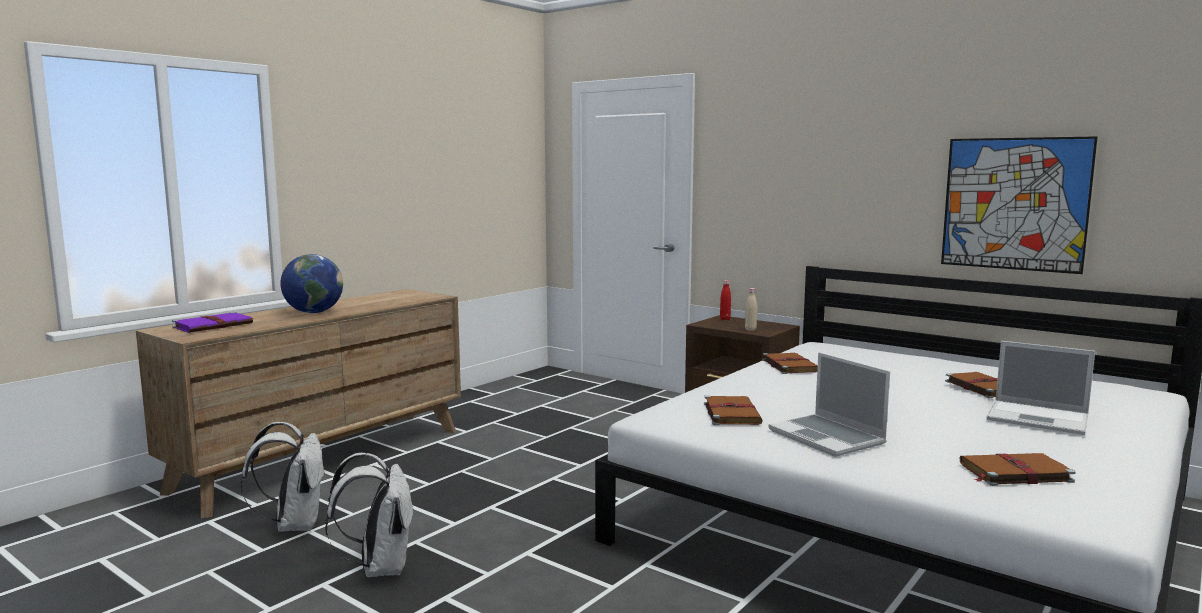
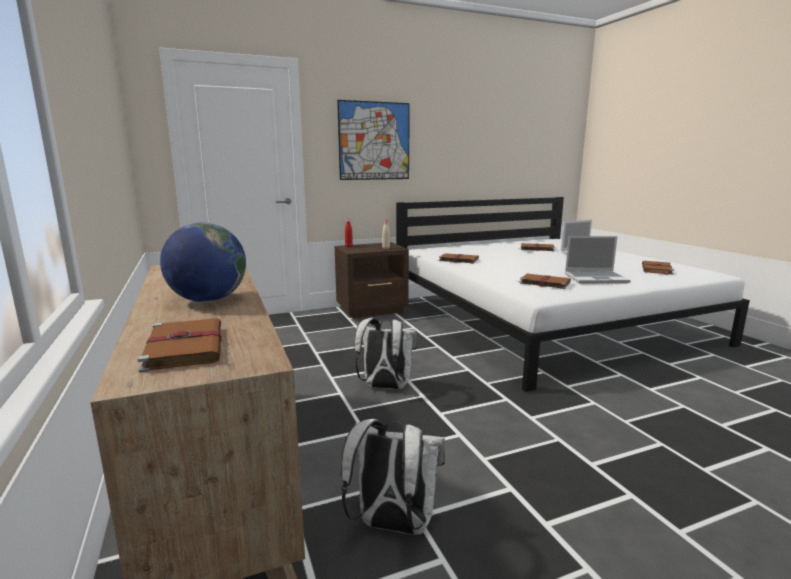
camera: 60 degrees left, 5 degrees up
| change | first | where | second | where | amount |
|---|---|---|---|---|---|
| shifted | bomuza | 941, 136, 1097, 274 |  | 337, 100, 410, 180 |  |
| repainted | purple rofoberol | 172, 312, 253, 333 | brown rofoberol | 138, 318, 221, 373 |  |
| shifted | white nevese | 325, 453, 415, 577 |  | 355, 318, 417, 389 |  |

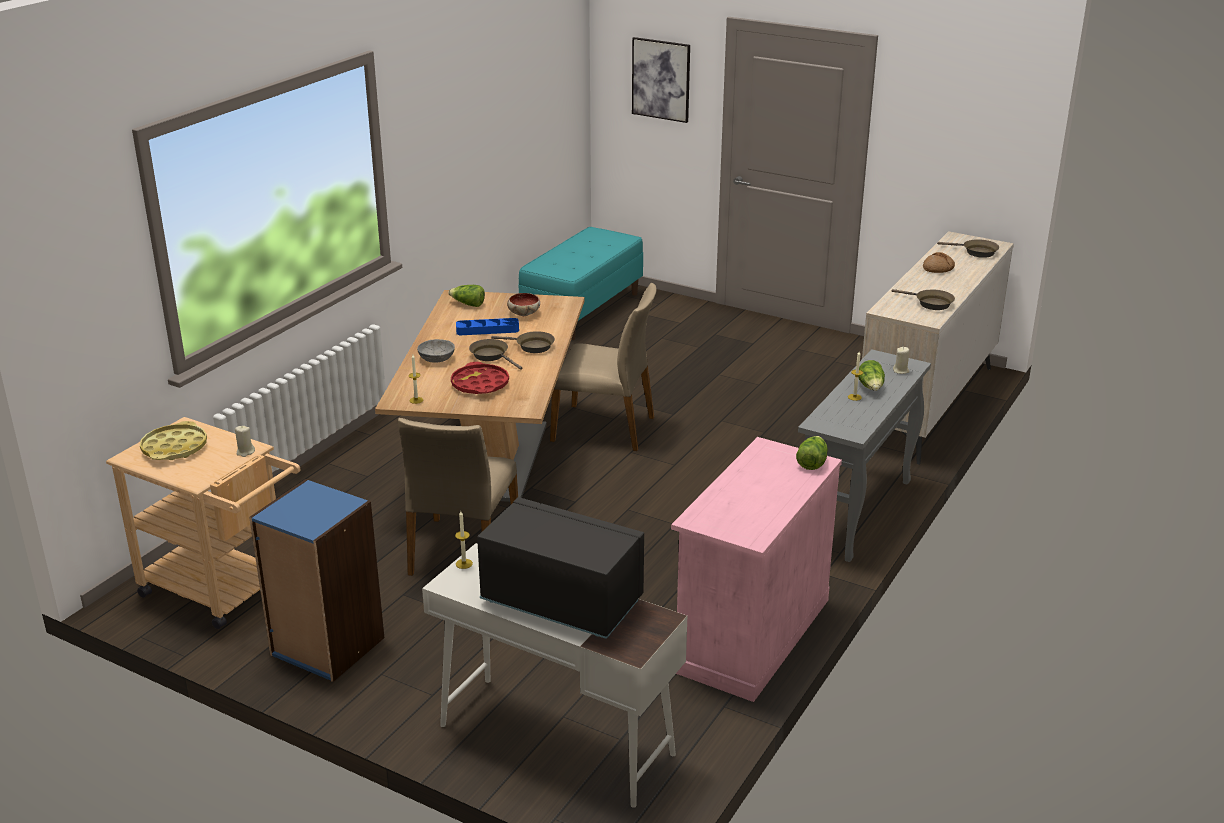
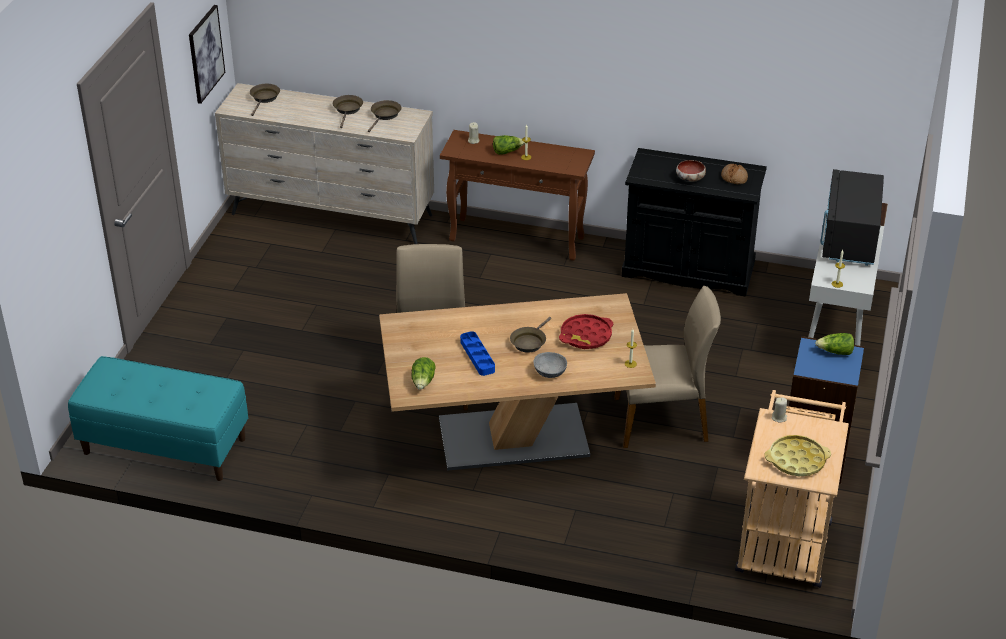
camera: 105 degrees left, 10 degrees up
| change | first | where | second | where | amount |
|---|---|---|---|---|---|
| shifted | bomuza | 632, 37, 690, 123 |  | 189, 5, 225, 104 |  |
| shifted | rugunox | 923, 252, 955, 273 |  | 721, 164, 748, 184 |  |
| shifted | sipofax | 507, 293, 540, 316 |  | 676, 160, 706, 182 |  |
| shifted | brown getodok | 491, 331, 555, 353 |  | 333, 95, 363, 128 |  |
| repainted | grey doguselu | 798, 349, 931, 562 | brown doguselu | 440, 130, 595, 261 |  |
| shifted | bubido | 796, 436, 828, 470 |  | 815, 333, 854, 355 |  |
| repainted | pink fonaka | 671, 437, 842, 702 | black fonaka | 622, 148, 767, 297 |  |

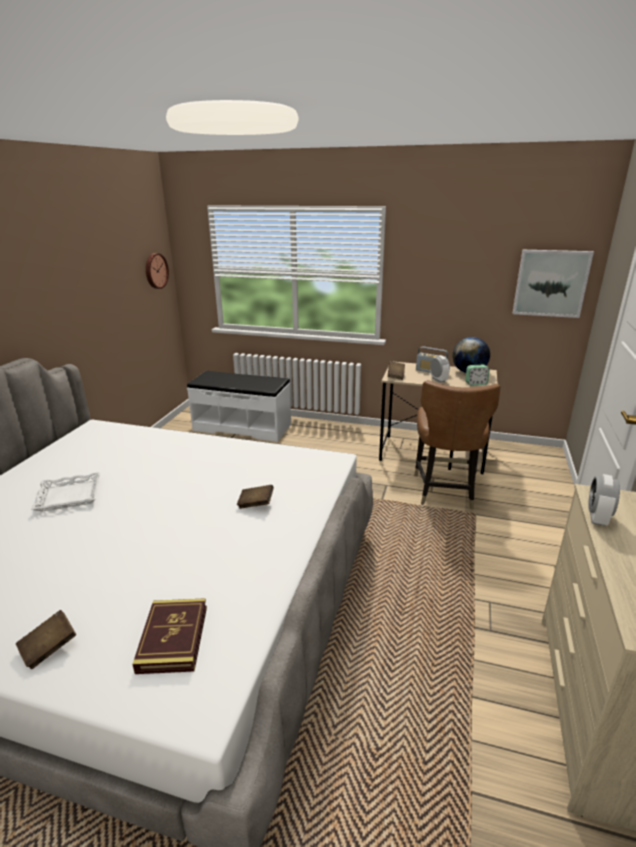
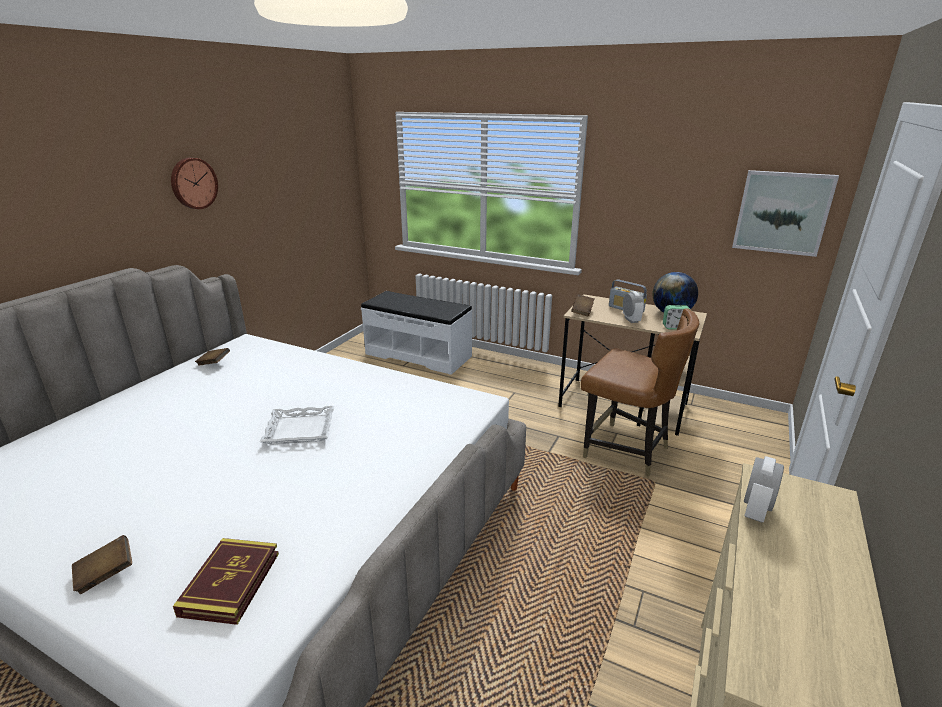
camera: 10 degrees right, 0 degrees up
| change | first | where | second | where | amount |
|---|---|---|---|---|---|
| shifted | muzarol | 146, 253, 169, 289 |  | 171, 158, 218, 209 |  |
| rotated | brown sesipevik | 415, 380, 501, 510 |  | 581, 308, 699, 477 | 75 degrees counterclockwise |
| shifted | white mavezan | 31, 472, 101, 511 |  | 260, 406, 334, 445 |  |
| shifted | brown rofoberol | 237, 485, 274, 509 |  | 195, 348, 230, 366 |  |

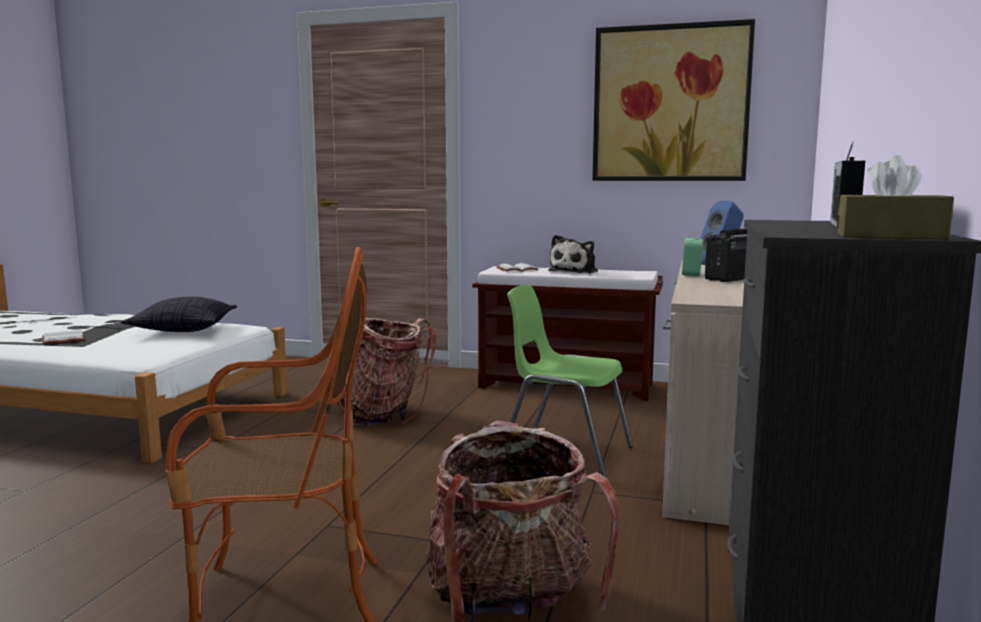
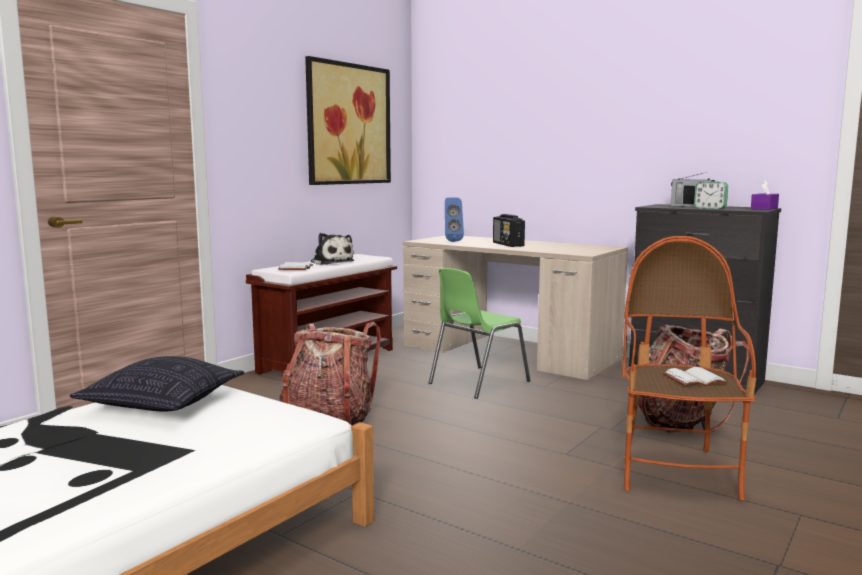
camera: 70 degrees left, 0 degrees up
| change | first | where | second | where | amount |
|---|---|---|---|---|---|
| repainted | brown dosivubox | 837, 155, 954, 240 | purple dosivubox | 751, 180, 779, 210 |  |
| shifted | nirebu | 682, 238, 703, 276 |  | 694, 181, 728, 209 |  |
| shifted | white rofoberol | 42, 330, 85, 344 |  | 663, 367, 728, 386 |  |

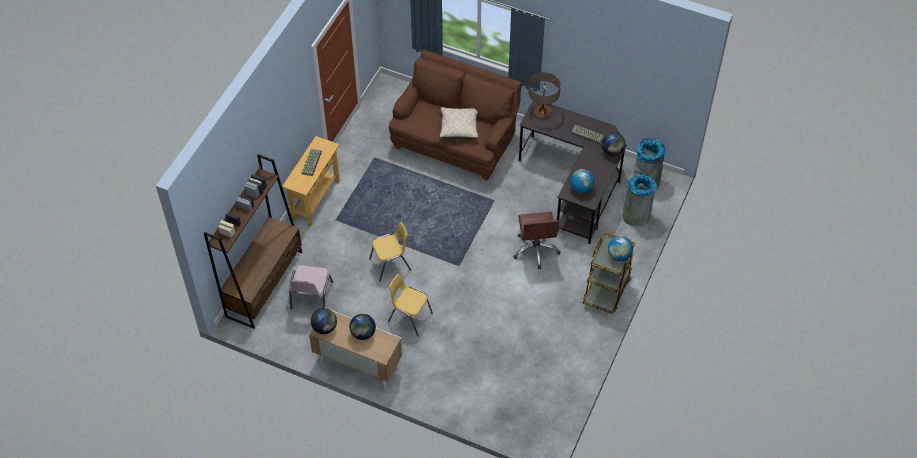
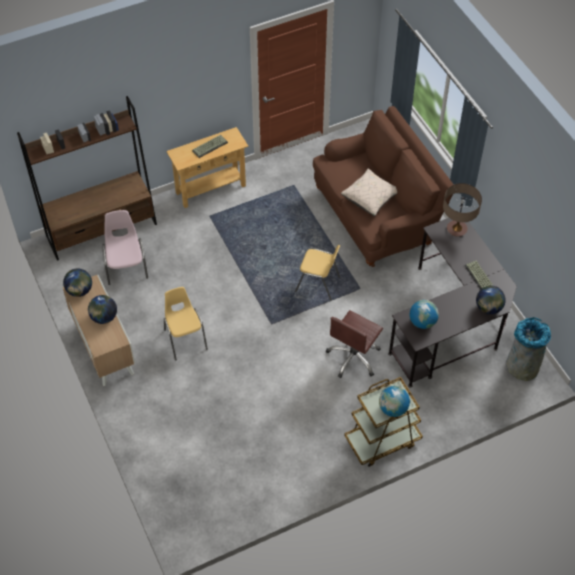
camera: 40 degrees right, 0 degrees up
| change | first | where | second | where | amount |
|---|---|---|---|---|---|
| gone | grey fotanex | 622, 175, 658, 226 |  |  |  |
| shifted | yellow sesipevik | 369, 222, 411, 282 |  | 295, 245, 340, 300 |  |
| rotated | pink sesipevik | 289, 265, 333, 310 |  | 102, 210, 148, 285 | 120 degrees clockwise |

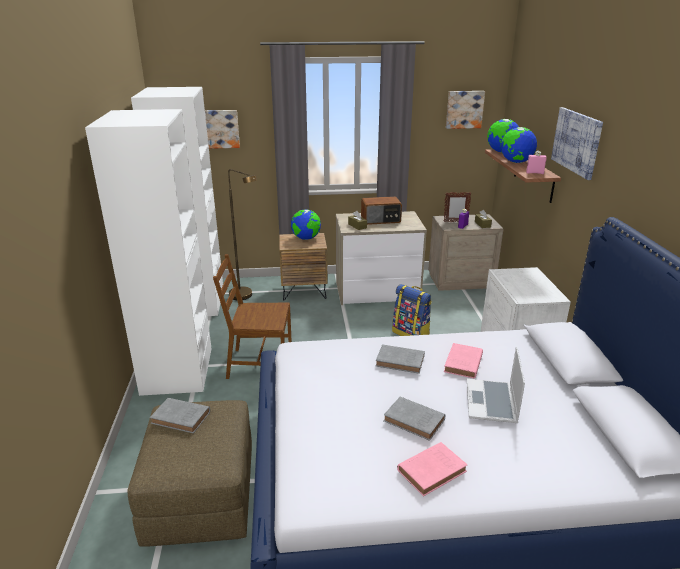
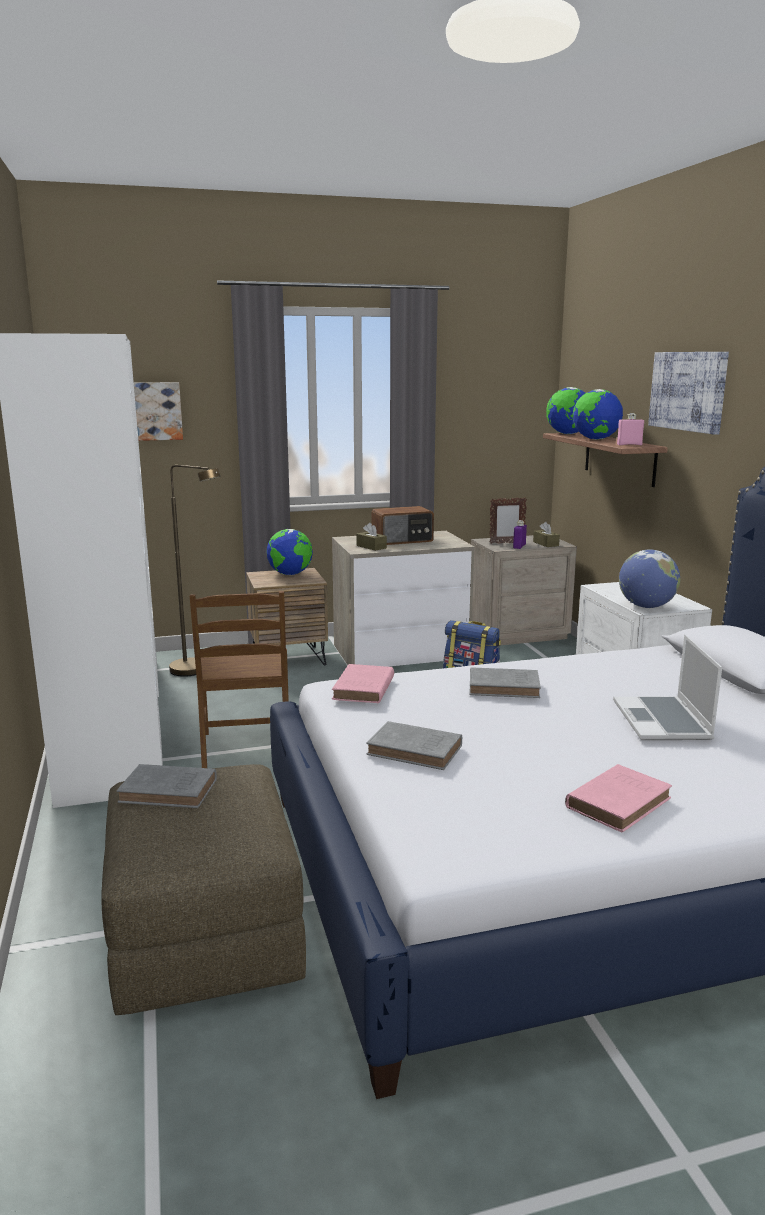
camera: 10 degrees left, 10 degrees down
| change | first | where | second | where | amount |
|---|---|---|---|---|---|
| gone | bomuza | 446, 91, 485, 129 |  |  |  |
| rotated | brown sesipevik | 213, 254, 292, 379 |  | 190, 591, 289, 768 | 90 degrees counterclockwise |
| shifted | pink rofoberol | 444, 343, 483, 379 |  | 332, 664, 394, 703 |  |
| shifted | grey rofoberol | 383, 397, 446, 441 |  | 366, 721, 462, 770 |  |
| new |  |  | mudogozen | 619, 550, 680, 608 |  |

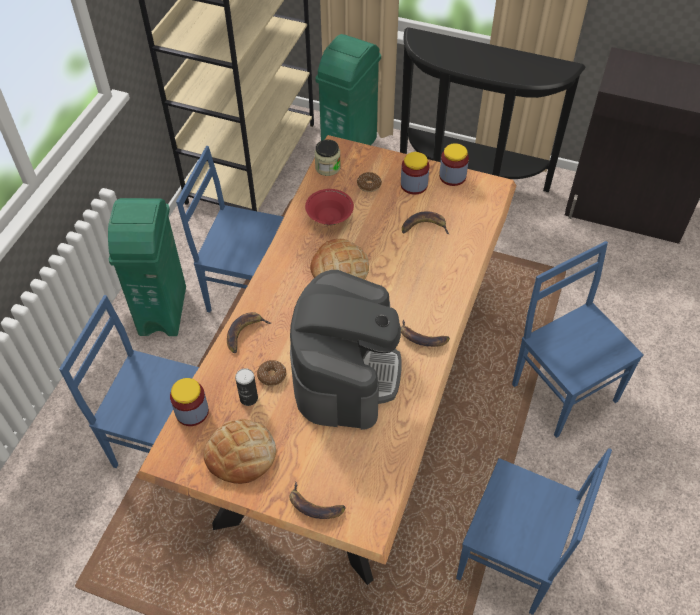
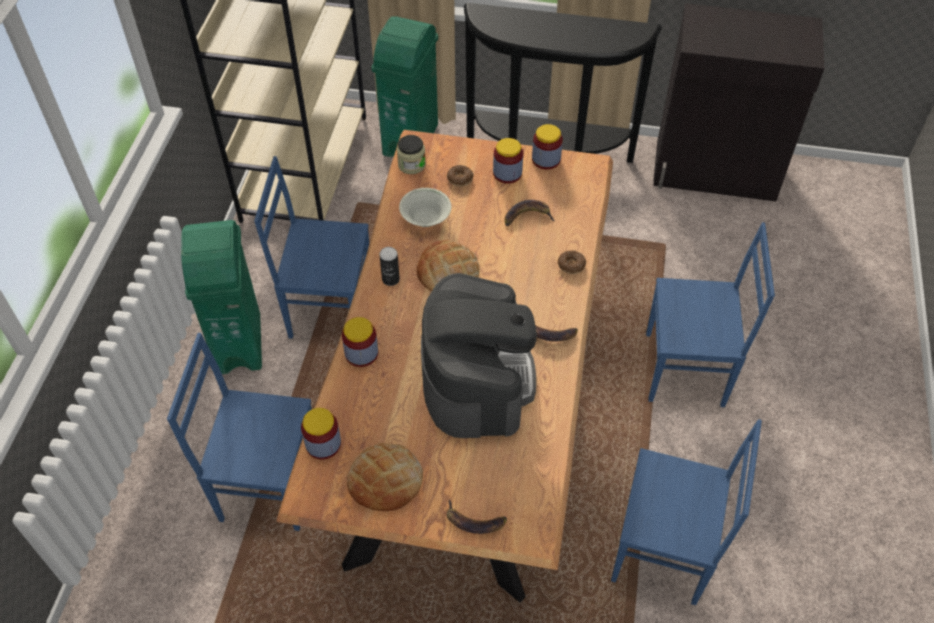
camera: 10 degrees left, 0 degrees up
| change | first | where | second | where | amount |
|---|---|---|---|---|---|
| repainted | red sipofax | 305, 189, 354, 225 | white sipofax | 399, 188, 451, 227 |  |
| rotated | blue sesipevik | 512, 241, 644, 438 |  | 646, 222, 775, 407 | 135 degrees clockwise |
| swapped | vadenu | 227, 312, 271, 353 | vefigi | 342, 317, 378, 367 |  |
| shifted | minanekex | 257, 360, 286, 386 |  | 558, 250, 586, 274 |  |
| shifted | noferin | 235, 368, 258, 406 |  | 379, 247, 400, 286 |  |

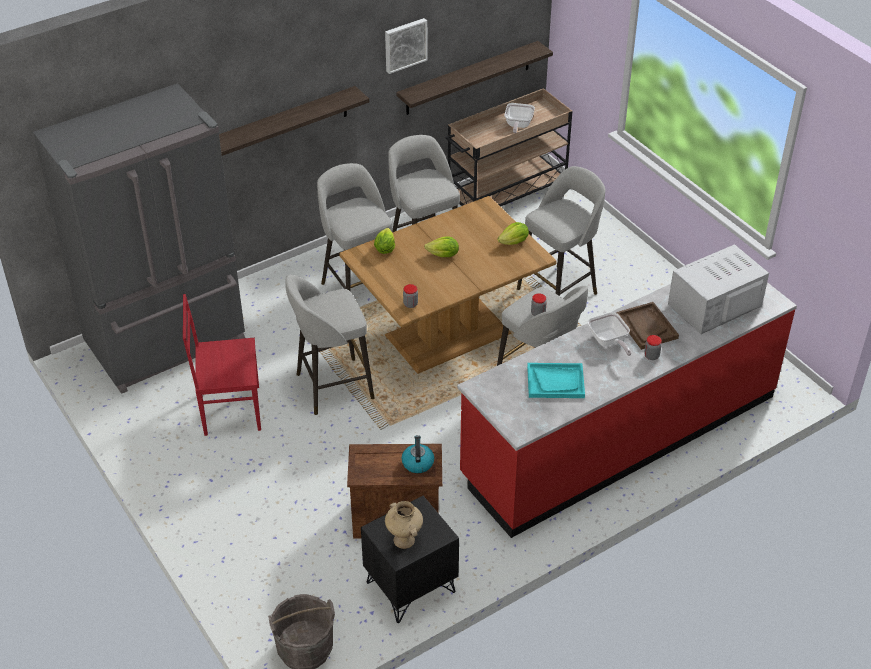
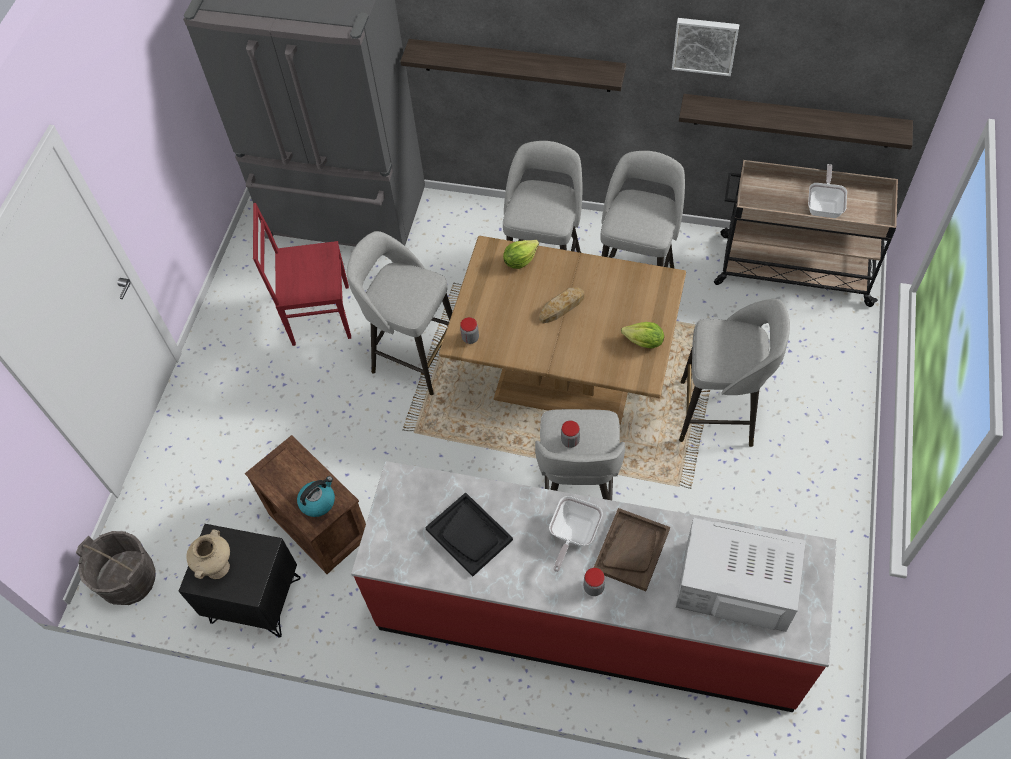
camera: 50 degrees right, 15 degrees up
| change | first | where | second | where | amount |
|---|---|---|---|---|---|
| rotated | getodok | 504, 103, 535, 133 |  | 808, 164, 847, 218 | 135 degrees clockwise |
| swapped | bubido | 424, 236, 459, 257 | rugunox | 539, 287, 584, 323 |  |
| rotated | red sesipevik | 183, 294, 261, 436 |  | 253, 203, 351, 346 | 45 degrees counterclockwise |
| repainted | turquoise mavezan | 527, 363, 585, 398 | black mavezan | 425, 492, 513, 577 |  |

